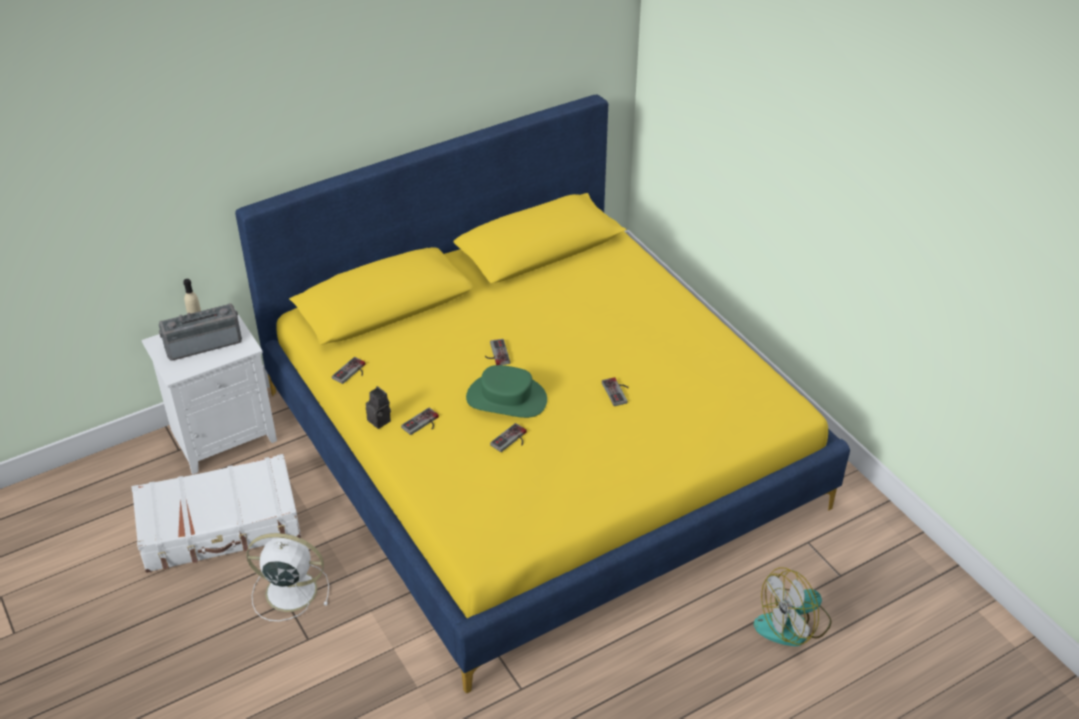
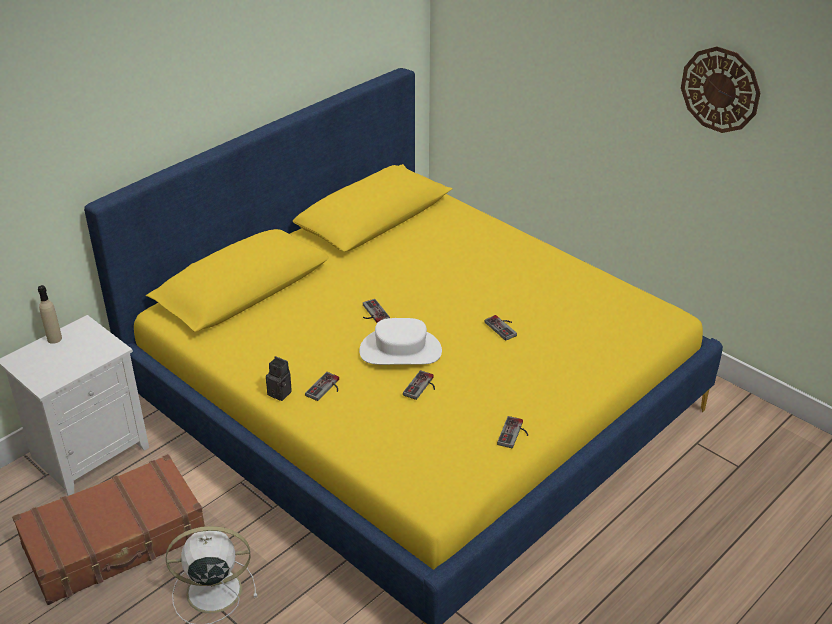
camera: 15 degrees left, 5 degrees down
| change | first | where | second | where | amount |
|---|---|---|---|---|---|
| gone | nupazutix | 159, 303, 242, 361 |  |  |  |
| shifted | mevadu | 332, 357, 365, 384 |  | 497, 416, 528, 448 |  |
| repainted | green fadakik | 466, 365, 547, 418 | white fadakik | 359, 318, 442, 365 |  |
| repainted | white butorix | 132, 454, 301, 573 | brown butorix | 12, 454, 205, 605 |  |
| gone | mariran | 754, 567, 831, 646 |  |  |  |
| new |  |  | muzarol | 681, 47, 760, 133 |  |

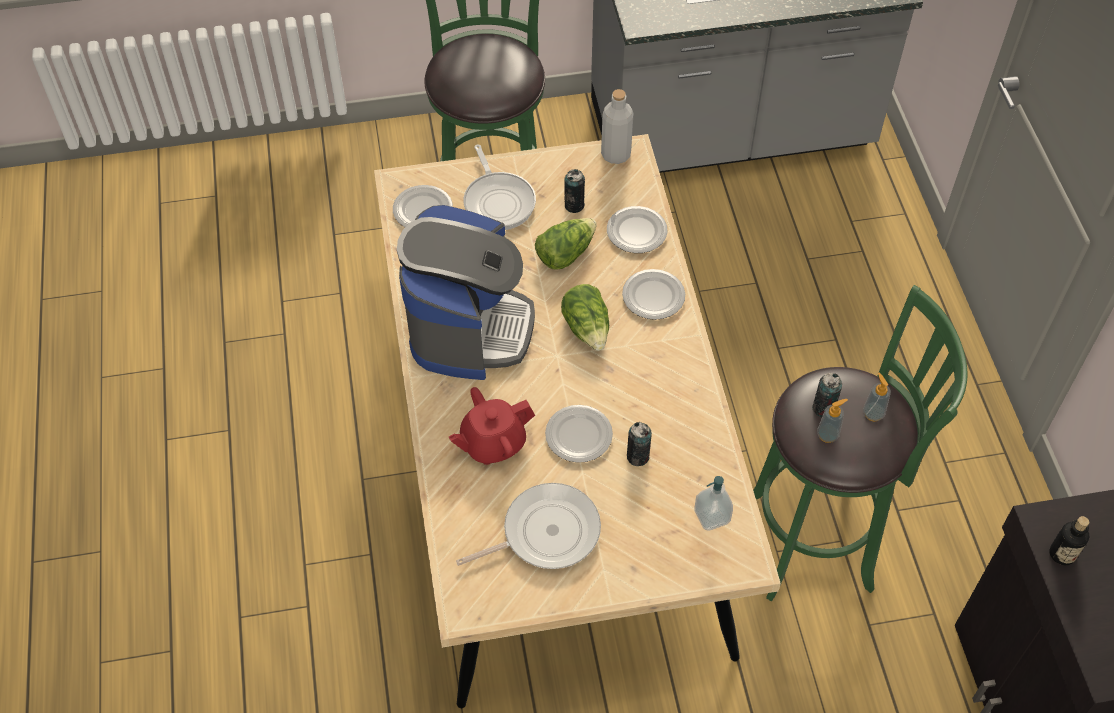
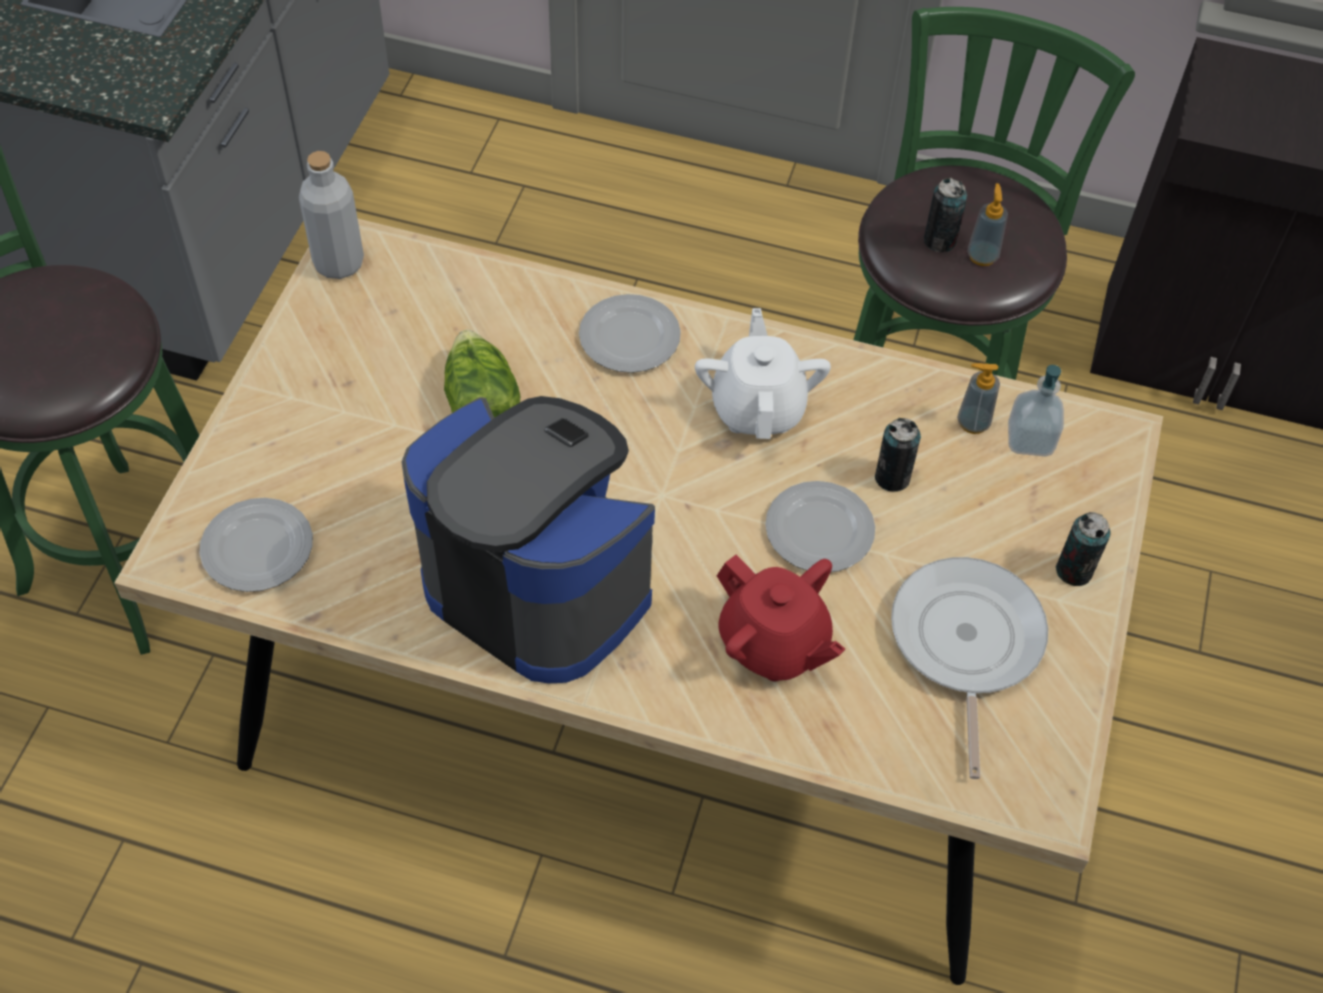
camera: 65 degrees left, 0 degrees up
| change | first | where | second | where | amount |
|---|---|---|---|---|---|
| gone | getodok | 464, 145, 536, 230 |  |  |  |
| shifted | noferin | 565, 169, 585, 213 |  | 1056, 512, 1110, 586 |  |
| gone | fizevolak | 607, 206, 668, 253 |  |  |  |
| gone | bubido | 561, 284, 609, 351 |  |  |  |
| shifted | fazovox | 863, 373, 891, 422 |  | 957, 363, 1000, 434 |  |
| rotated | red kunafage | 449, 387, 535, 465 |  | 717, 555, 845, 681 | 45 degrees counterclockwise |
| gone | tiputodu | 1050, 516, 1089, 565 |  |  |  |
| new |  |  | white kunafage | 695, 308, 831, 439 |  |

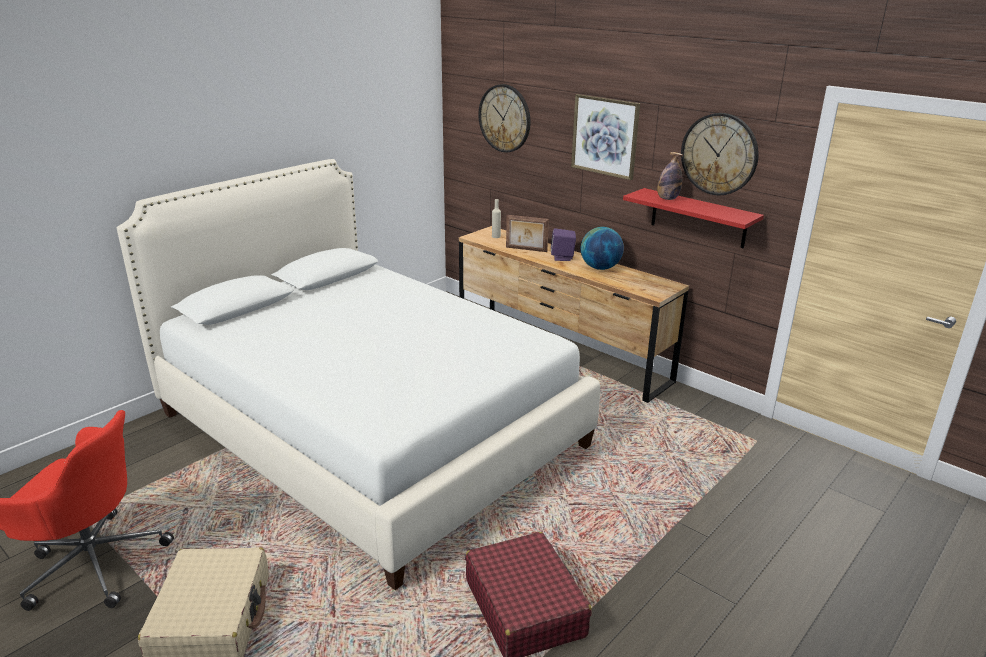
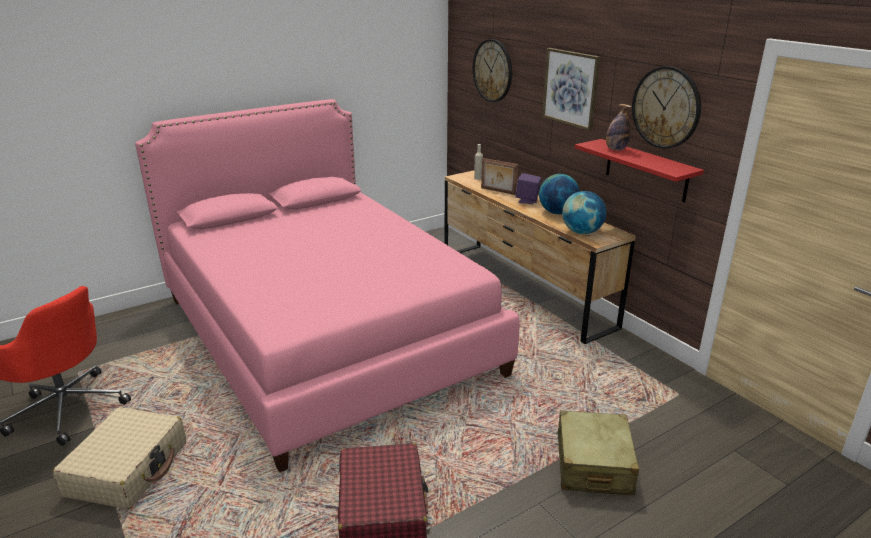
camera: 15 degrees right, 0 degrees up
| change | first | where | second | where | amount |
|---|---|---|---|---|---|
| repainted | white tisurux | 117, 159, 600, 590 | pink tisurux | 135, 99, 519, 473 |  |
| new |  |  | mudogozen | 562, 191, 606, 234 |  |
| new |  |  | beige butorix | 556, 411, 639, 496 |  |

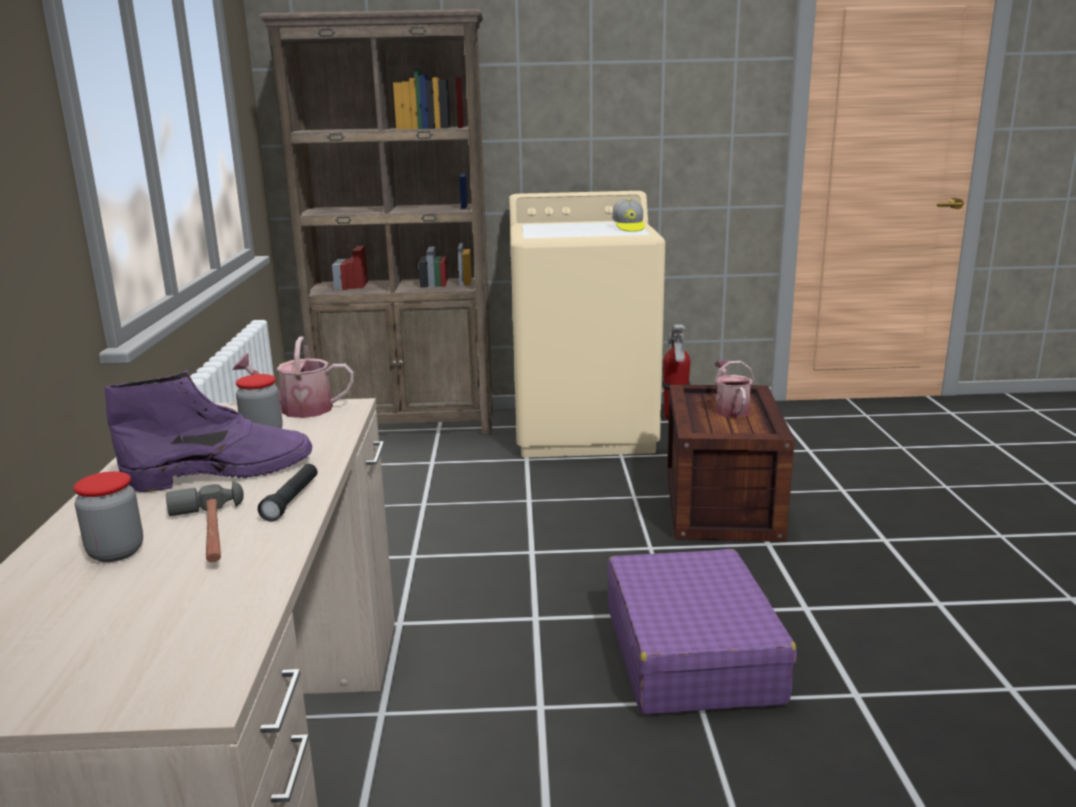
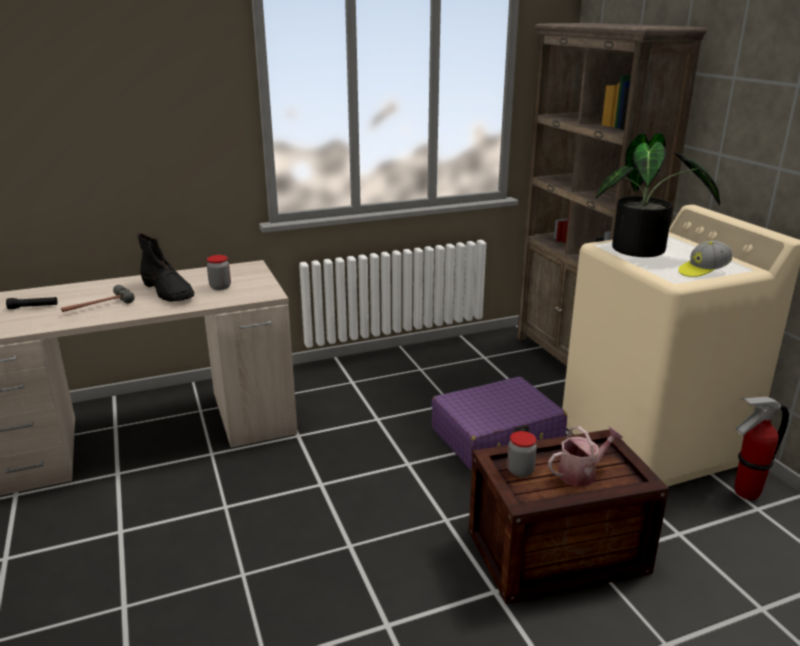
camera: 70 degrees right, 5 degrees up
| change | first | where | second | where | amount |
|---|---|---|---|---|---|
| gone | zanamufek | 233, 336, 354, 418 |  |  |  |
| repainted | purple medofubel | 104, 370, 312, 492 | black medofubel | 138, 233, 195, 302 |  |
| shifted | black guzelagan | 258, 464, 318, 522 |  | 6, 297, 58, 309 |  |
| shifted | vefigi | 73, 471, 143, 562 |  | 507, 431, 537, 477 |  |
| shifted | purple butorix | 607, 549, 797, 715 |  | 432, 377, 567, 470 |  |
| new |  |  | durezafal | 596, 133, 720, 257 |  |

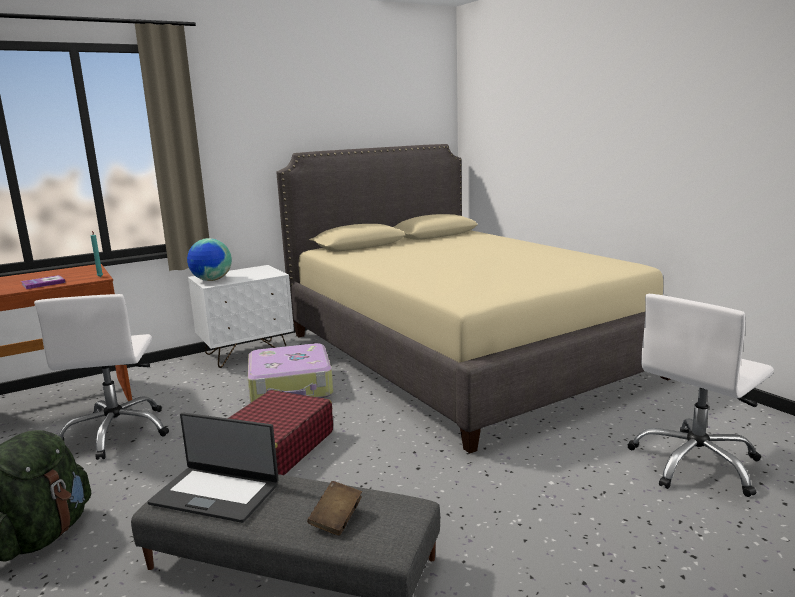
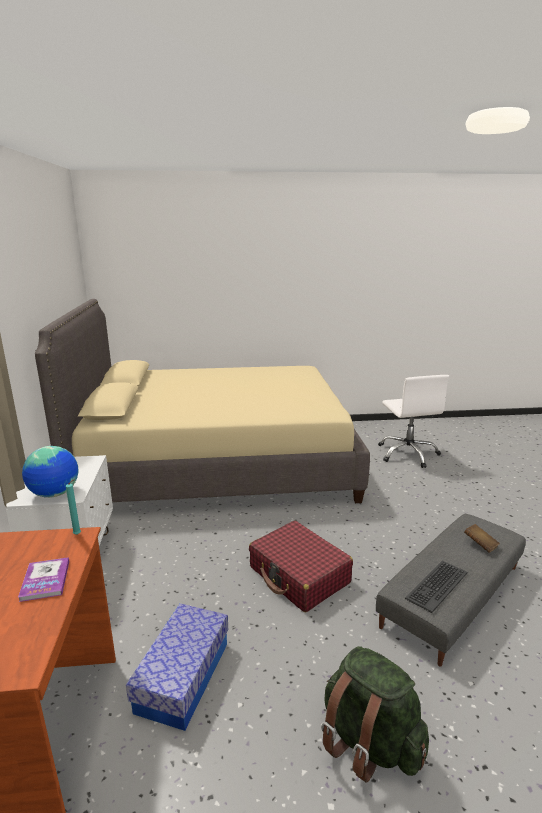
camera: 65 degrees left, 5 degrees up
| change | first | where | second | where | amount |
|---|---|---|---|---|---|
| swapped | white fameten | 34, 294, 169, 460 | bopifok | 126, 603, 228, 731 |  |
| gone | butorix | 248, 343, 333, 402 |  |  |  |
| swapped | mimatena | 148, 413, 279, 523 | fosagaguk | 405, 561, 468, 613 |  |

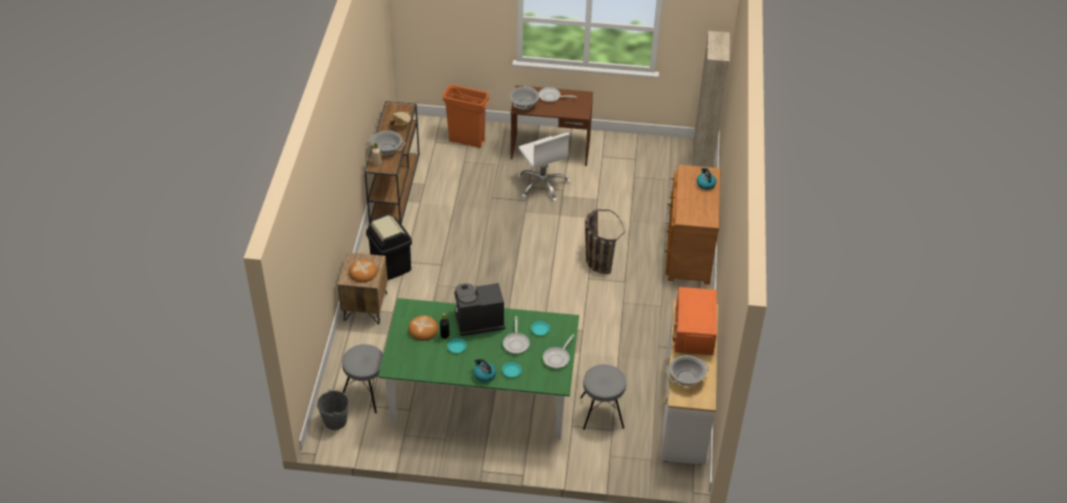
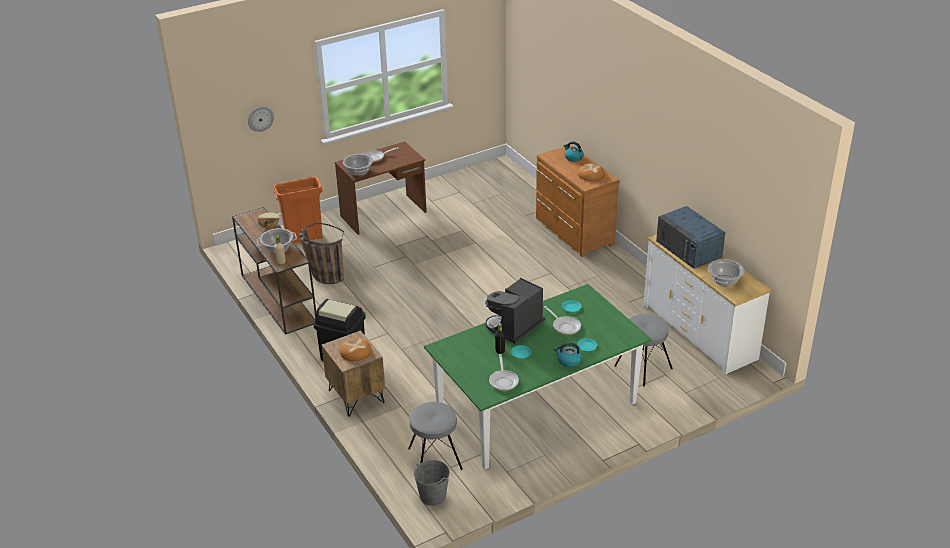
camera: 35 degrees left, 10 degrees down
| change | first | where | second | where | amount |
|---|---|---|---|---|---|
| gone | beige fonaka | 692, 31, 730, 168 |  |  |  |
| gone | white fameten | 518, 133, 570, 202 |  |  |  |
| shifted | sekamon | 585, 209, 625, 274 |  | 299, 223, 344, 284 |  |
| repainted | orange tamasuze | 673, 287, 717, 355 | blue tamasuze | 656, 206, 725, 269 |  |
| shifted | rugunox | 408, 315, 438, 341 |  | 578, 163, 605, 181 |  |
| shifted | getodok | 543, 334, 574, 369 |  | 489, 354, 519, 391 |  |
| new |  |  | muzarol | 248, 106, 274, 132 |  |

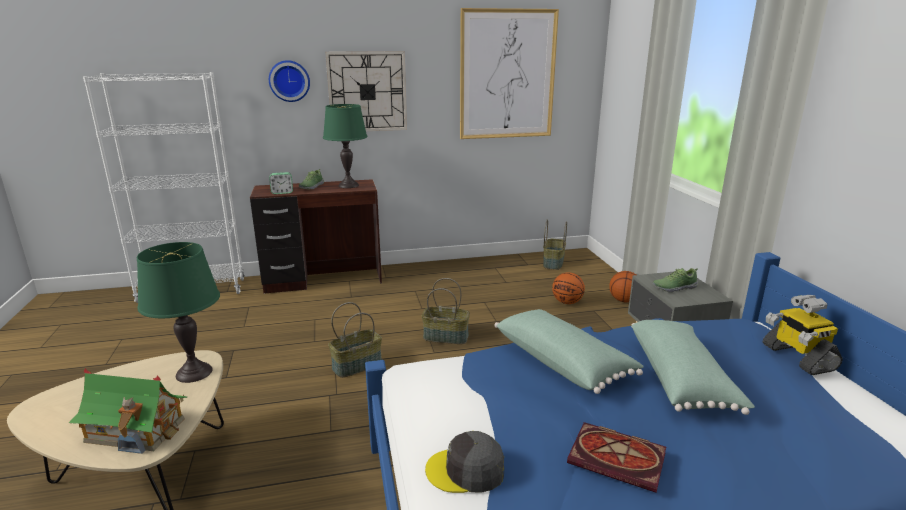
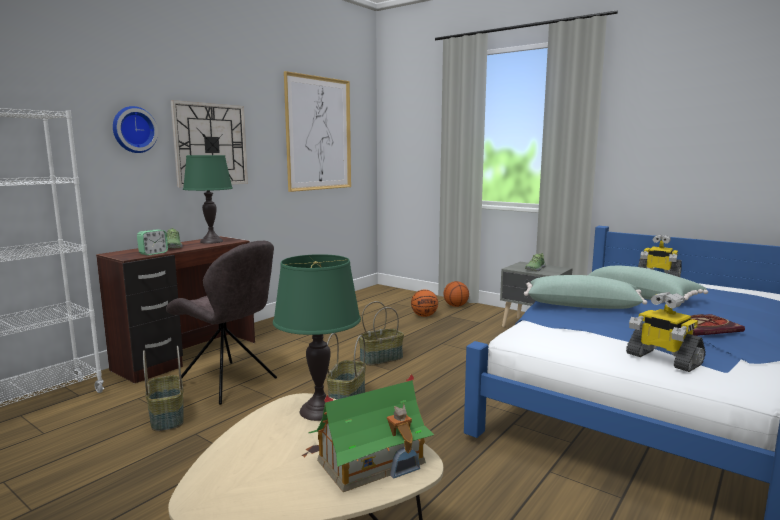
camera: 40 degrees left, 10 degrees down
| change | first | where | second | where | amount |
|---|---|---|---|---|---|
| shifted | sekamon | 543, 220, 567, 270 |  | 143, 346, 184, 431 |  |
| swapped | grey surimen | 425, 431, 504, 493 | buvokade | 626, 292, 706, 372 |  |
| new |  |  | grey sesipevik | 166, 241, 277, 405 |  |

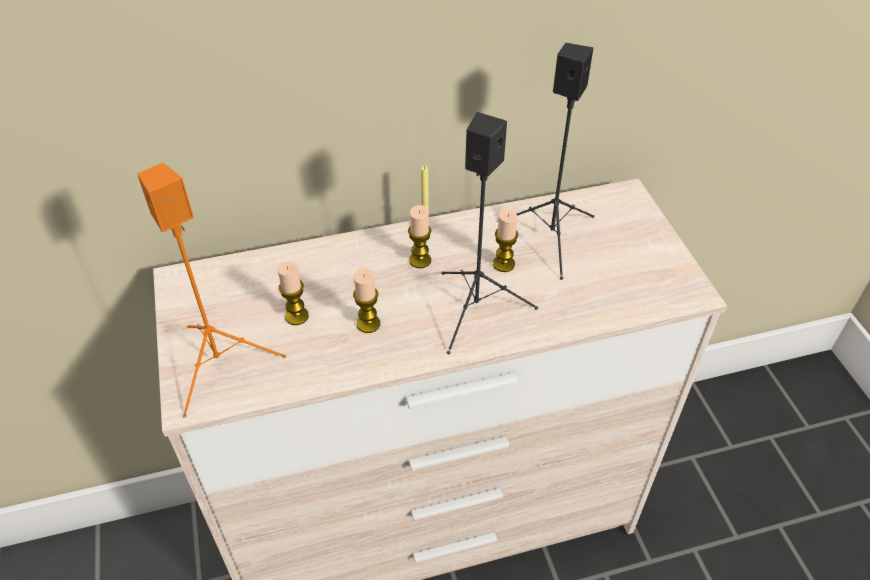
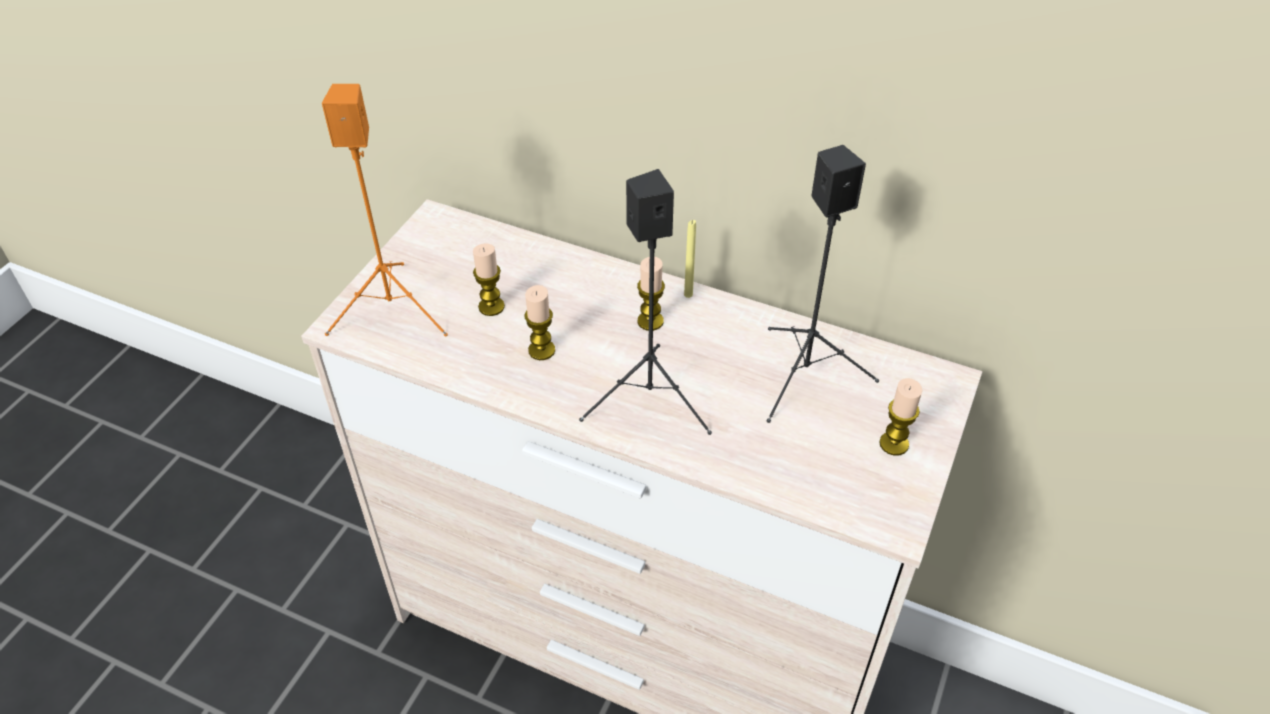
camera: 40 degrees right, 0 degrees up
| change | first | where | second | where | amount |
|---|---|---|---|---|---|
| shifted | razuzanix | 493, 209, 518, 272 |  | 879, 378, 922, 456 |  |

